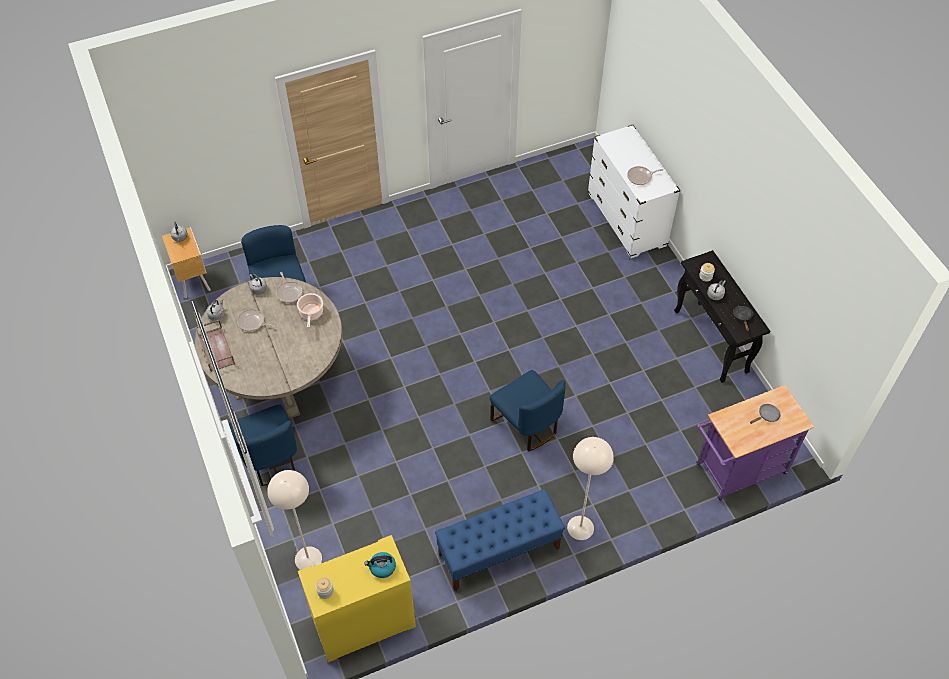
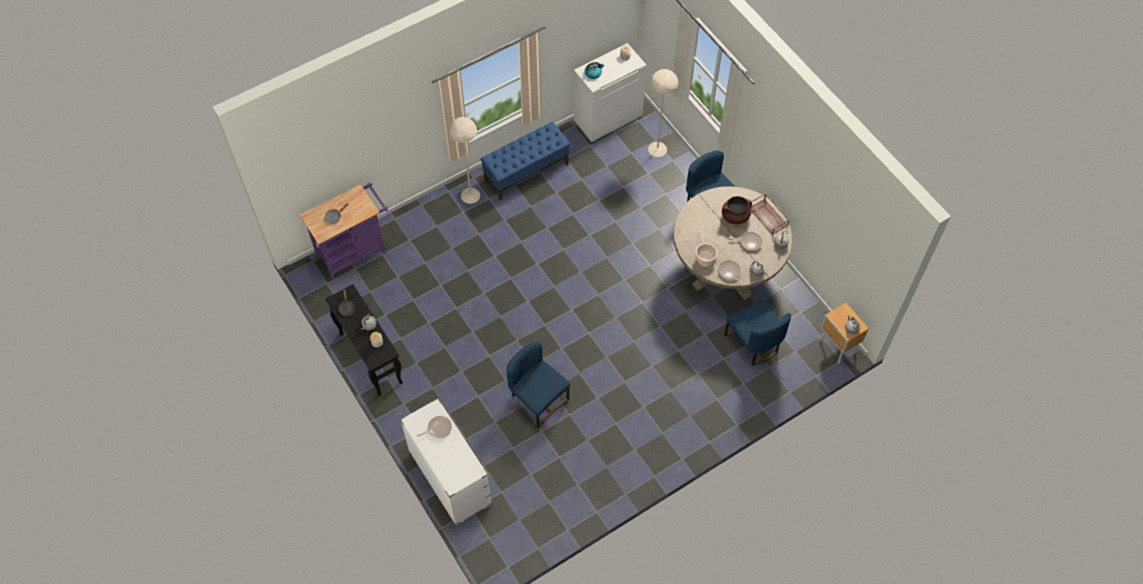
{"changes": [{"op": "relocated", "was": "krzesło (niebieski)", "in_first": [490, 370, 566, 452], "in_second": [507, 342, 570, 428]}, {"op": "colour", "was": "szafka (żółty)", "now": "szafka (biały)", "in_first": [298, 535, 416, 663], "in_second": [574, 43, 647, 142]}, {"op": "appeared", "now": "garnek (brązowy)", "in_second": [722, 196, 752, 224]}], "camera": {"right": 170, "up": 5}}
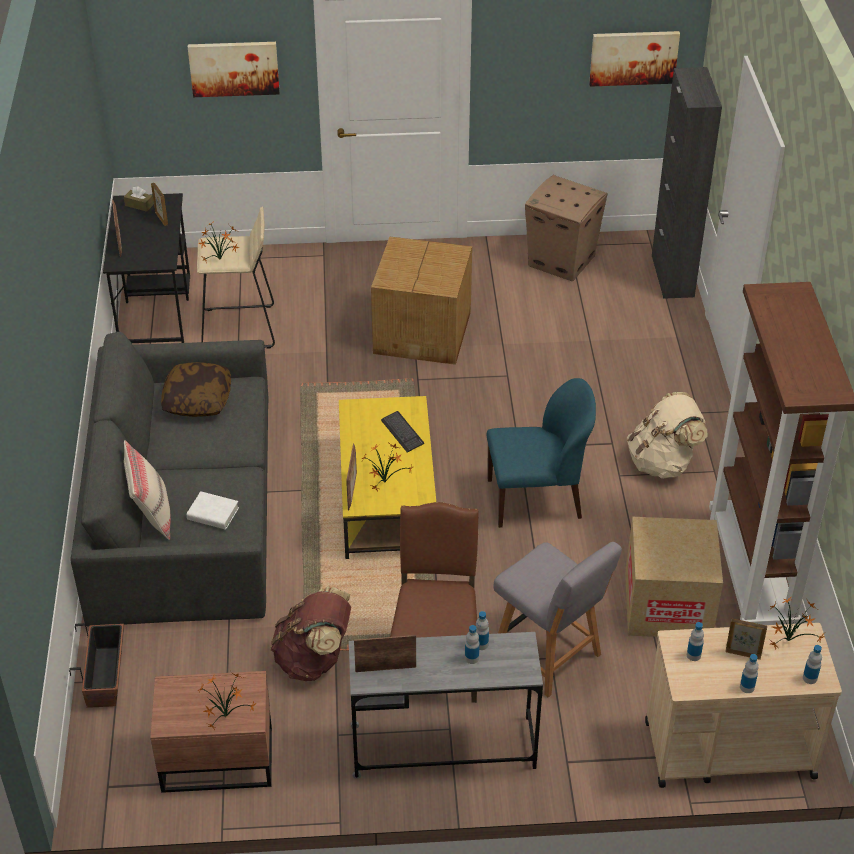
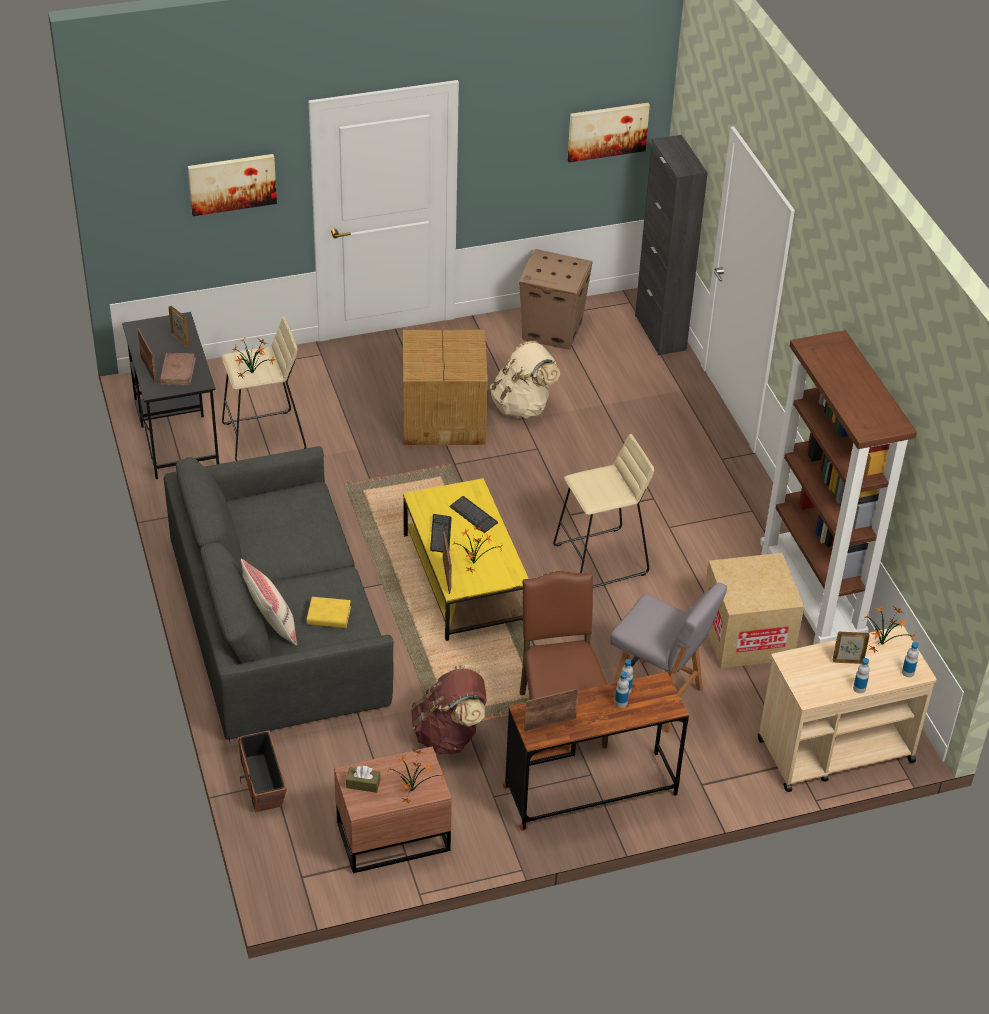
{"changes": [{"op": "relocated", "was": "pudełko chusteczek (brązowy)", "in_first": [124, 186, 154, 212], "in_second": [346, 766, 380, 793]}, {"op": "missing", "was": "poduszka", "in_first": [161, 362, 231, 417]}, {"op": "exchanged", "was": "krzesło (niebieski)", "now": "stołek (beżowy)", "in_first": [486, 378, 596, 528], "in_second": [553, 434, 654, 588]}, {"op": "relocated", "was": "plecak (beżowy)", "in_first": [627, 392, 708, 479], "in_second": [490, 341, 560, 418]}, {"op": "colour", "was": "książka (biały)", "now": "książka (żółty)", "in_first": [187, 491, 239, 529], "in_second": [307, 597, 351, 628]}, {"op": "missing", "was": "butelka", "in_first": [687, 622, 704, 661]}, {"op": "colour", "was": "biurko (szary)", "now": "biurko (brązowy)", "in_first": [349, 632, 543, 779], "in_second": [503, 672, 689, 831]}, {"op": "appeared", "now": "książka (brązowy)", "in_second": [159, 353, 196, 386]}, {"op": "appeared", "now": "klawiatura", "in_second": [430, 514, 452, 552]}], "camera": {"right": -15, "up": 0}}
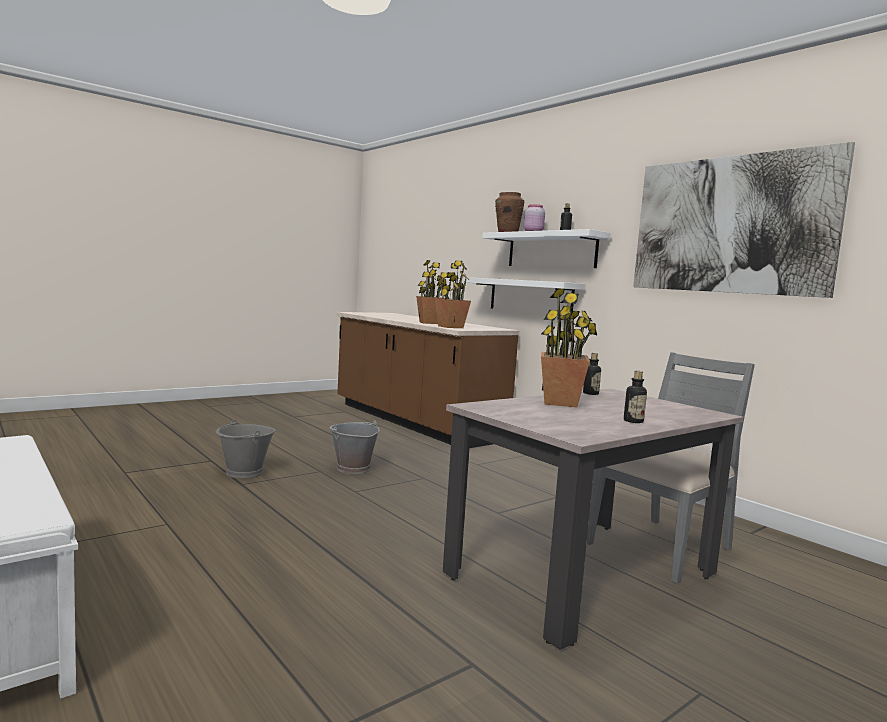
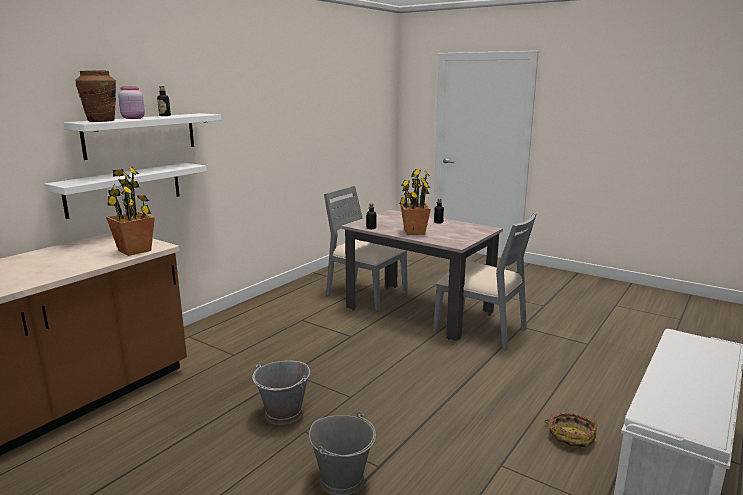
{"changes": [{"op": "missing", "was": "obraz", "in_first": [633, 142, 855, 298]}, {"op": "missing", "was": "roślina doniczkowa", "in_first": [416, 260, 447, 324]}, {"op": "appeared", "now": "krzesło (szary)", "in_second": [433, 212, 537, 350]}, {"op": "appeared", "now": "koszyk", "in_second": [544, 413, 597, 449]}], "camera": {"right": -105, "up": 10}}
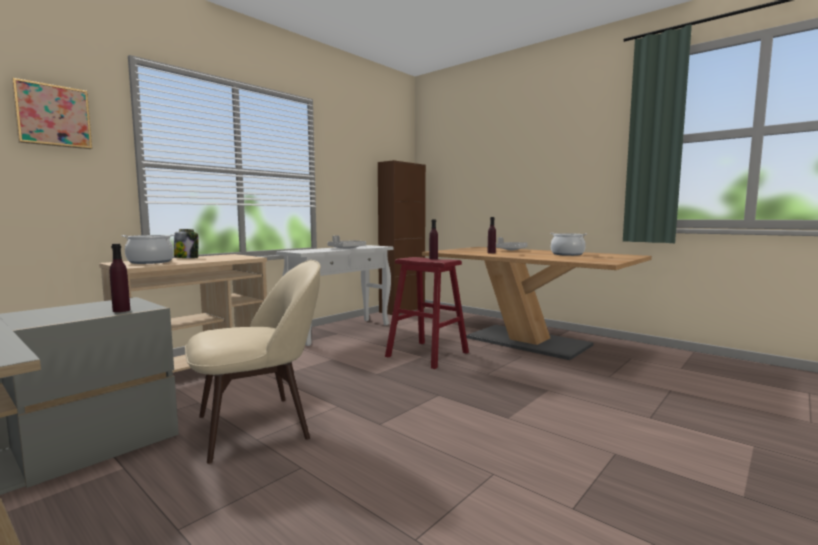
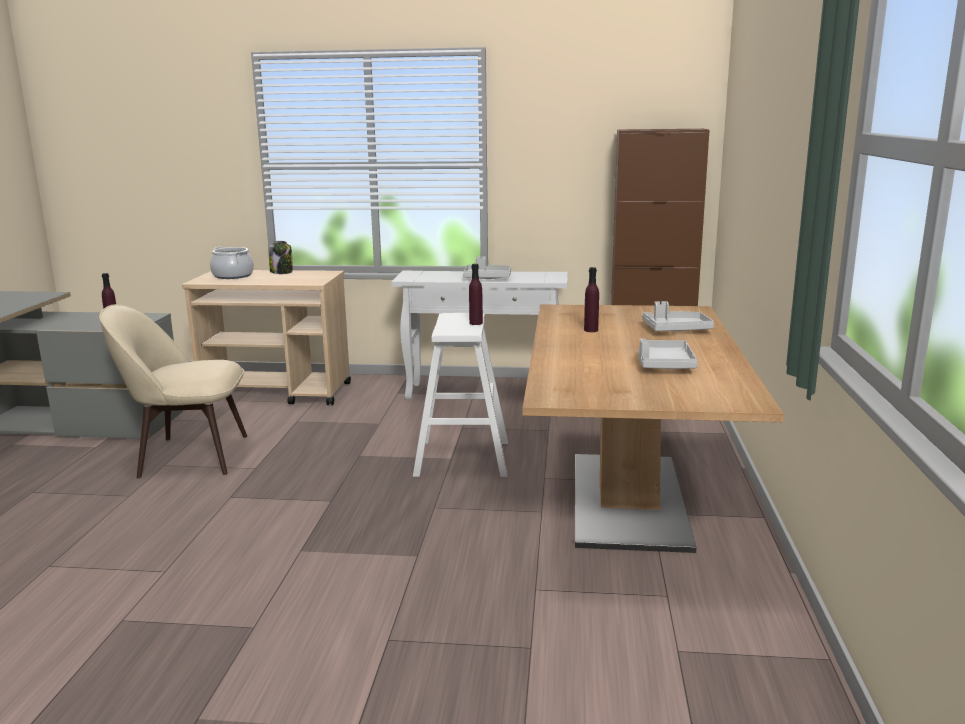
{"changes": [{"op": "missing", "was": "obraz", "in_first": [11, 78, 92, 149]}, {"op": "exchanged", "was": "garnek", "now": "taca (szary)", "in_first": [550, 233, 587, 256], "in_second": [638, 338, 698, 369]}, {"op": "colour", "was": "stołek (czerwony)", "now": "stołek (biały)", "in_first": [385, 257, 469, 369], "in_second": [413, 313, 508, 477]}, {"op": "spun", "was": "krzesło (beżowy)", "in_first": [185, 260, 321, 464], "in_second": [99, 304, 248, 478], "clockwise": 150}], "camera": {"right": 55, "up": 10}}
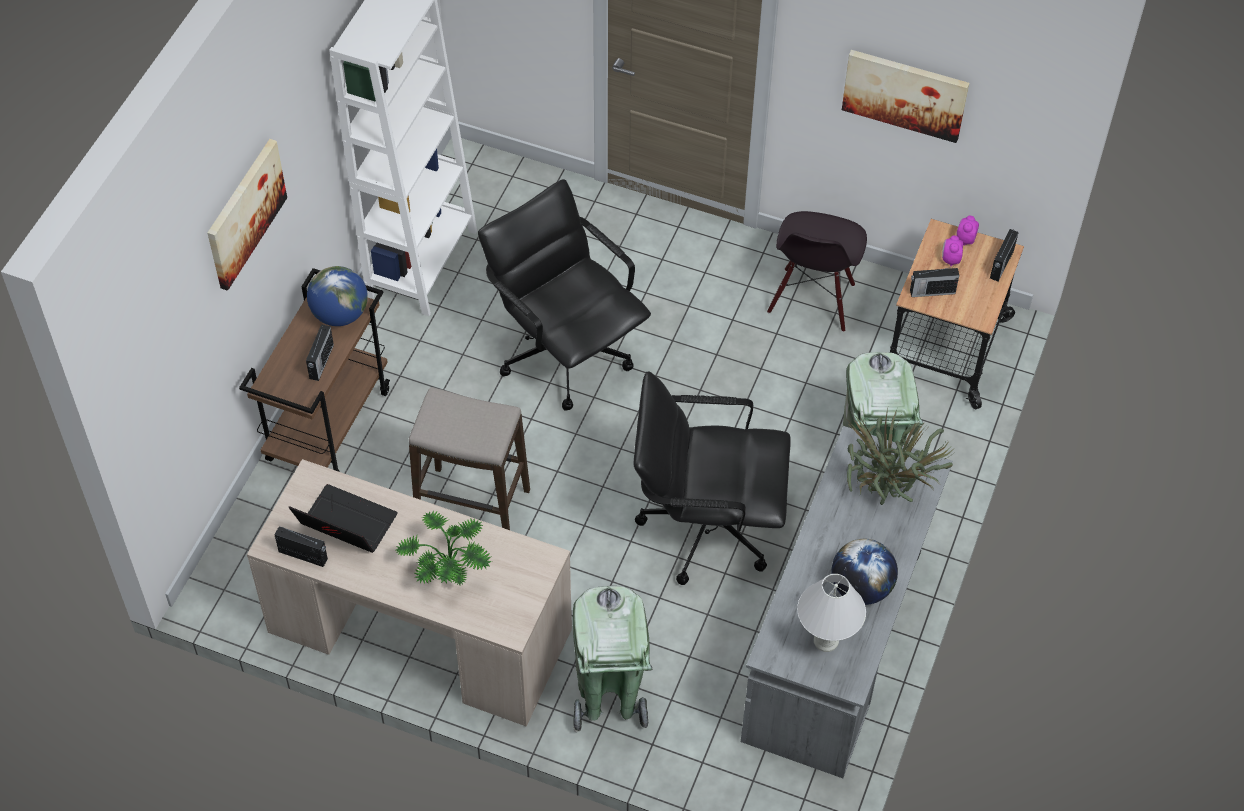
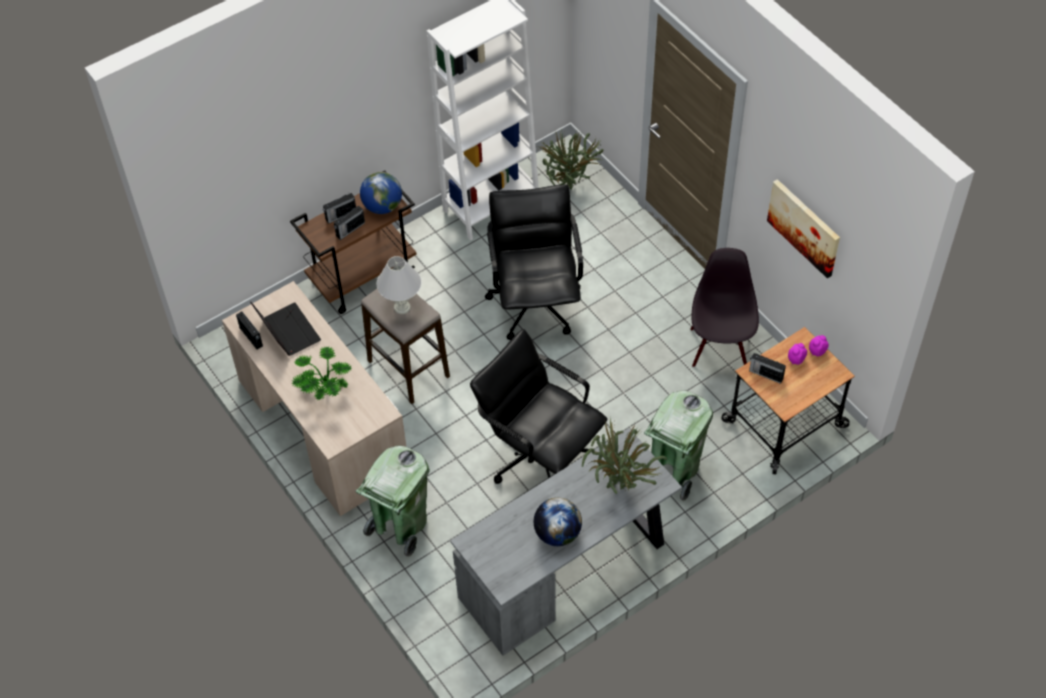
{"changes": [{"op": "missing", "was": "obraz", "in_first": [207, 139, 287, 291]}, {"op": "spun", "was": "krzesło (czarny)", "in_first": [767, 211, 867, 332], "in_second": [690, 248, 759, 367], "clockwise": 135}, {"op": "relocated", "was": "radio", "in_first": [990, 229, 1019, 282], "in_second": [323, 193, 356, 224]}, {"op": "relocated", "was": "lampa stołowa (biały)", "in_first": [797, 574, 866, 652], "in_second": [376, 256, 422, 314]}, {"op": "appeared", "now": "roślina doniczkowa", "in_second": [537, 129, 603, 190]}], "camera": {"right": 35, "up": 0}}
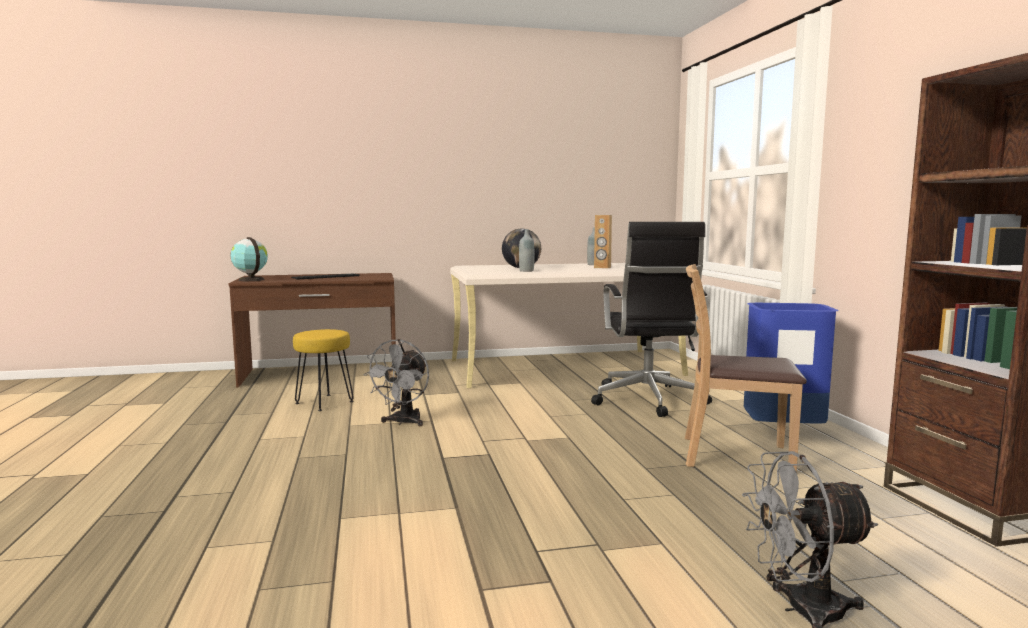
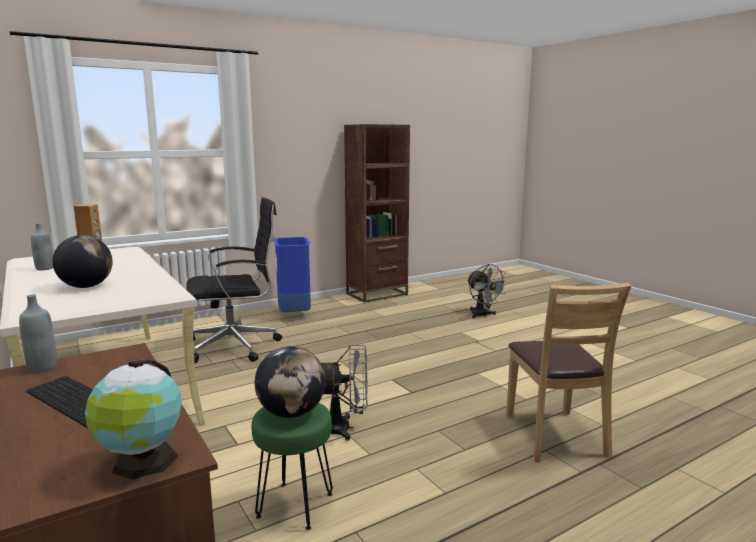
{"changes": [{"op": "relocated", "was": "butelka (szary)", "in_first": [519, 229, 534, 272], "in_second": [19, 294, 57, 373]}, {"op": "relocated", "was": "krzesło (brązowy)", "in_first": [685, 264, 807, 472], "in_second": [506, 283, 632, 462]}, {"op": "colour", "was": "stołek (żółty)", "now": "stołek (zielony)", "in_first": [293, 329, 354, 411], "in_second": [252, 403, 333, 530]}, {"op": "appeared", "now": "globus", "in_second": [255, 346, 326, 418]}], "camera": {"right": -110, "up": 5}}
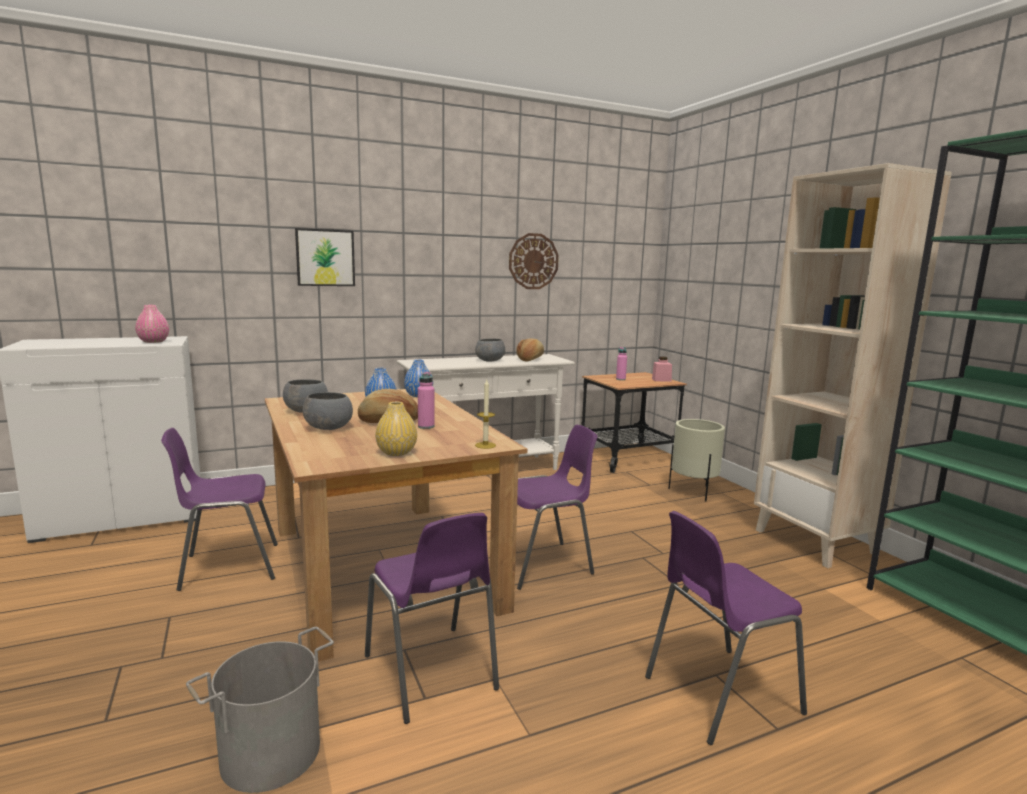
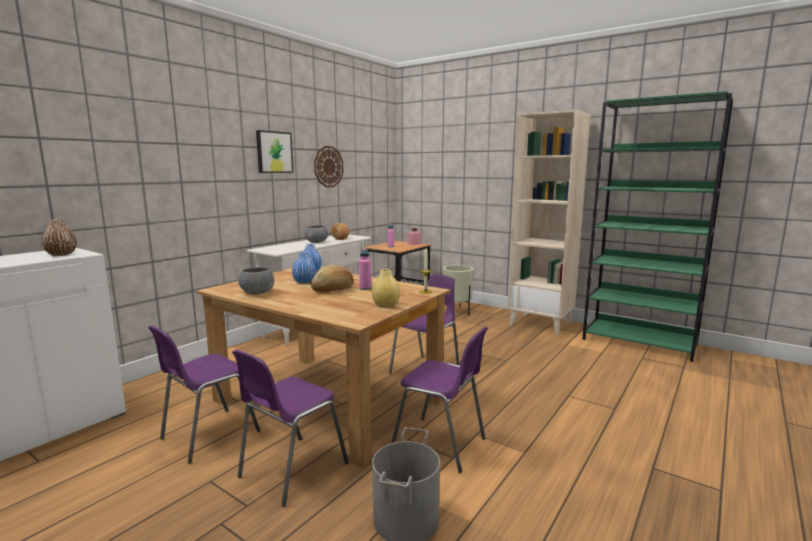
{"changes": [{"op": "relocated", "was": "obraz", "in_first": [295, 228, 355, 286], "in_second": [256, 130, 293, 173]}, {"op": "colour", "was": "wazon (różowy)", "now": "wazon (brązowy)", "in_first": [135, 305, 169, 343], "in_second": [42, 219, 77, 256]}, {"op": "missing", "was": "miska (szary)", "in_first": [303, 392, 353, 430]}, {"op": "relocated", "was": "krzesło (fioletowy)", "in_first": [645, 511, 807, 745], "in_second": [232, 350, 349, 507]}], "camera": {"right": -30, "up": 0}}
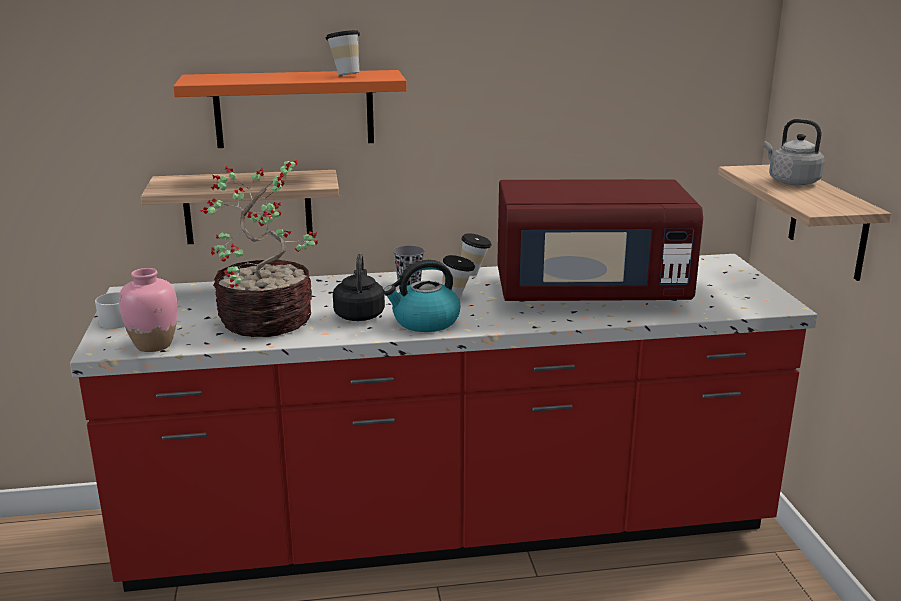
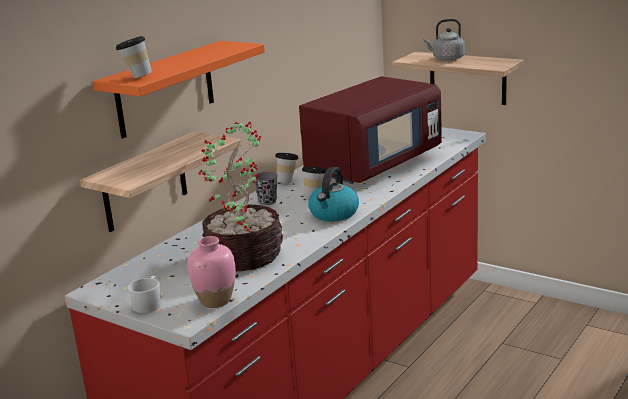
{"changes": [{"op": "relocated", "was": "filiżanka", "in_first": [326, 30, 360, 75], "in_second": [116, 36, 152, 78]}, {"op": "missing", "was": "czajnik (czarny)", "in_first": [333, 253, 385, 321]}], "camera": {"right": -45, "up": 0}}
